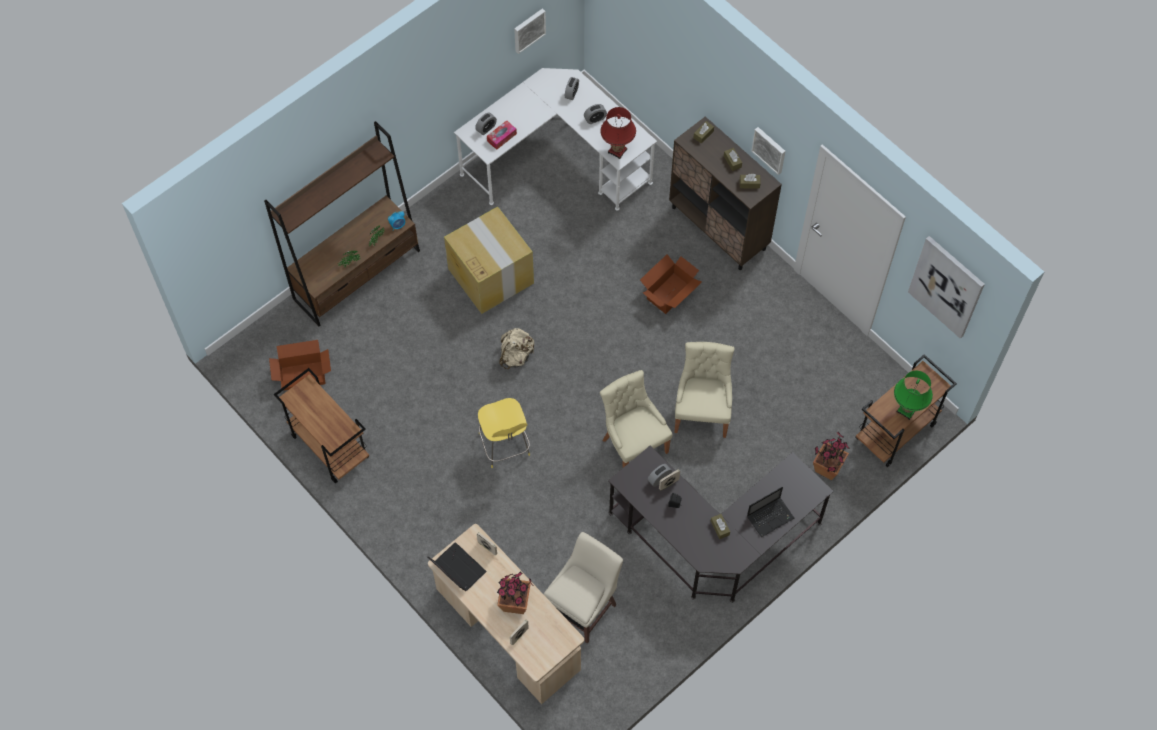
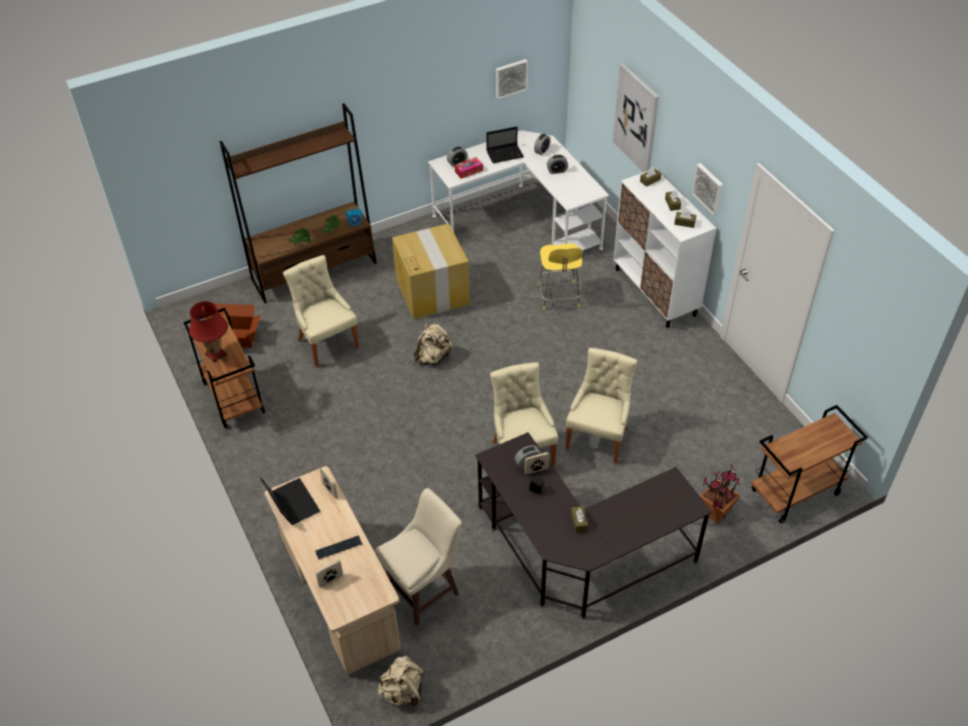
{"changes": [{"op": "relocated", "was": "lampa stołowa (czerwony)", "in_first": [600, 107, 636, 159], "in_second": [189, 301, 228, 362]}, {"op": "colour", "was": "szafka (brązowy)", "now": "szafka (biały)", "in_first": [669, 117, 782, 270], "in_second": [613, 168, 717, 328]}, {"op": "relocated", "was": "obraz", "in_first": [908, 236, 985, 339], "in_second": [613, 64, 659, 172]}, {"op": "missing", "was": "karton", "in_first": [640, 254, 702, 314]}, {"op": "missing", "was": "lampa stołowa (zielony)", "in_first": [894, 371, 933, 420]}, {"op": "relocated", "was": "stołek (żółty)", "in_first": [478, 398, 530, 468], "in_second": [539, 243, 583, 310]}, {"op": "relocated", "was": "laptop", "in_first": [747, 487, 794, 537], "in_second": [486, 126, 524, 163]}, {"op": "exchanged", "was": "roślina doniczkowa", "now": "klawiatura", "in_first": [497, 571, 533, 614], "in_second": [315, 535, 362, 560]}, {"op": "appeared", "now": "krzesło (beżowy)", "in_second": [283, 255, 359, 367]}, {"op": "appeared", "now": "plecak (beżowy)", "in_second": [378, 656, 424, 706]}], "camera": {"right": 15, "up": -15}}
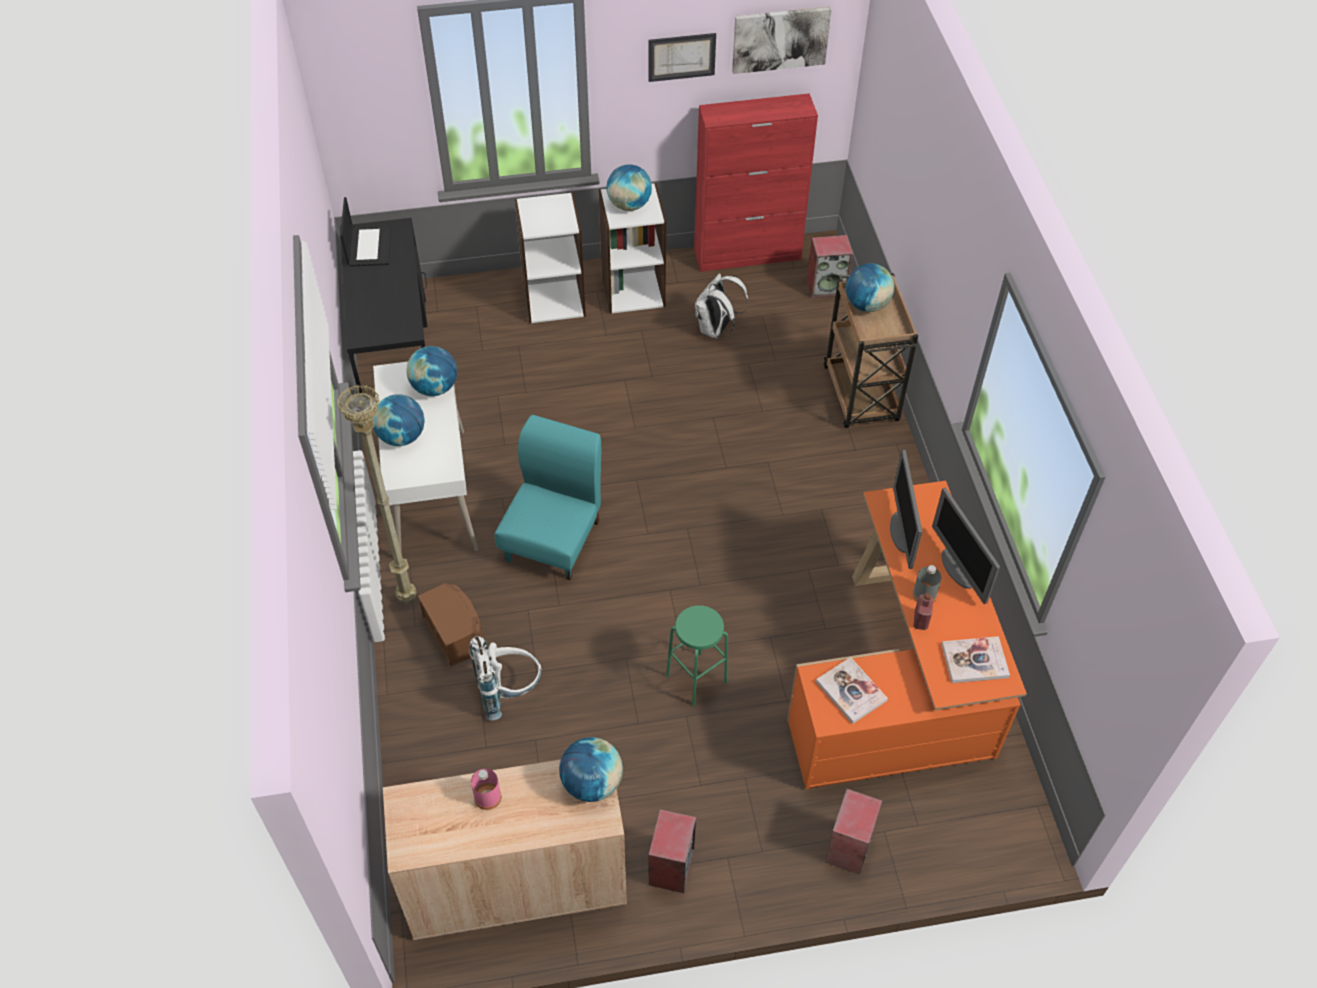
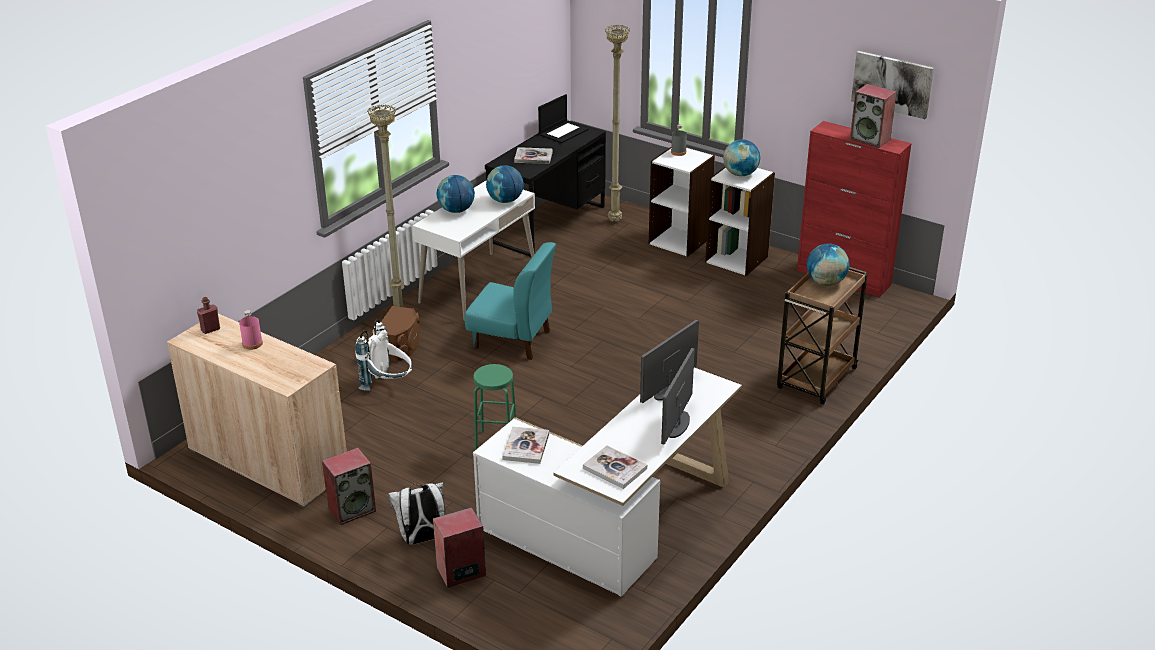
{"changes": [{"op": "missing", "was": "obraz", "in_first": [648, 33, 716, 82]}, {"op": "relocated", "was": "głośnik", "in_first": [807, 235, 853, 298], "in_second": [850, 84, 897, 148]}, {"op": "relocated", "was": "plecak (biały)", "in_first": [695, 273, 749, 338], "in_second": [388, 482, 445, 545]}, {"op": "spun", "was": "krzesło (turkusowy)", "in_first": [495, 415, 601, 580], "in_second": [465, 242, 556, 360], "clockwise": 45}, {"op": "colour", "was": "biurko (pomarańczowy)", "now": "biurko (biały)", "in_first": [787, 481, 1027, 789], "in_second": [473, 367, 742, 597]}, {"op": "relocated", "was": "butelka (szary)", "in_first": [912, 565, 942, 602], "in_second": [671, 124, 687, 156]}, {"op": "relocated", "was": "butelka (czerwony)", "in_first": [913, 593, 933, 630], "in_second": [197, 297, 220, 334]}, {"op": "missing", "was": "globus", "in_first": [559, 737, 623, 802]}, {"op": "appeared", "now": "lampa stojąca (beżowy)", "in_second": [605, 25, 630, 222]}, {"op": "appeared", "now": "książka", "in_second": [514, 147, 553, 164]}], "camera": {"right": 45, "up": -20}}
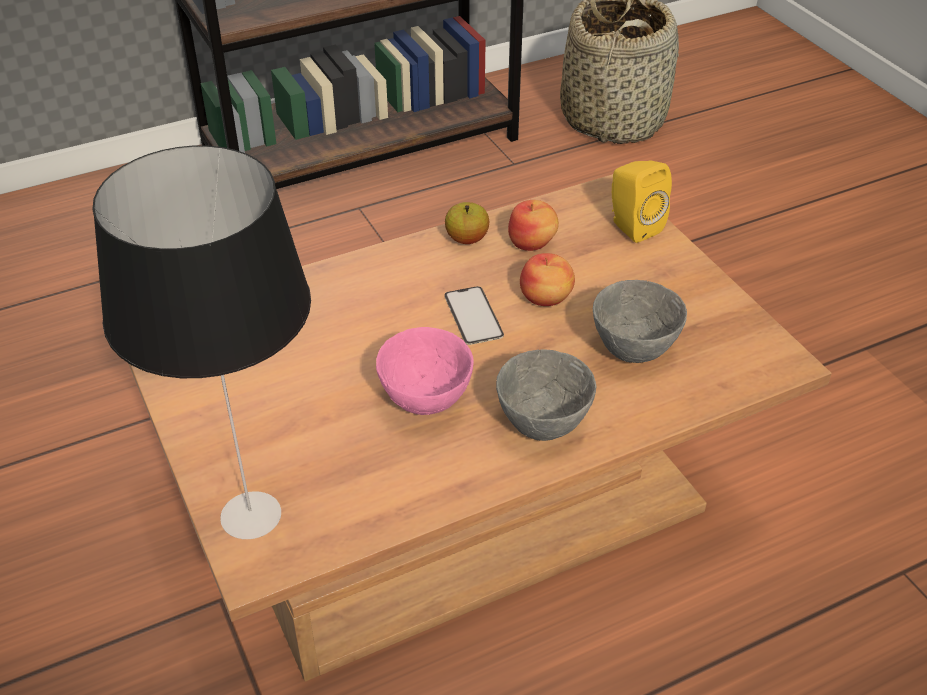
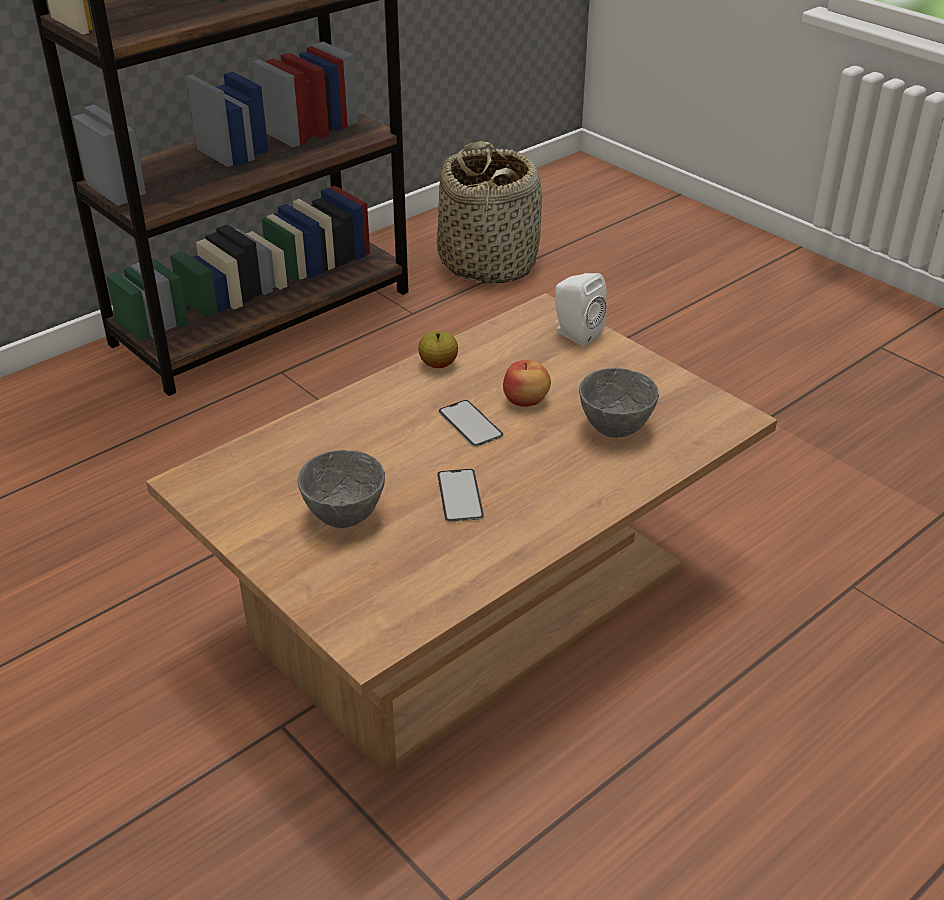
{"changes": [{"op": "missing", "was": "lampa stołowa", "in_first": [92, 145, 311, 539]}, {"op": "colour", "was": "głośnik (żółty)", "now": "głośnik (biały)", "in_first": [612, 161, 672, 243], "in_second": [554, 273, 607, 346]}, {"op": "missing", "was": "jabłko", "in_first": [508, 200, 559, 251]}, {"op": "exchanged", "was": "miska (różowy)", "now": "telefon", "in_first": [376, 327, 474, 415], "in_second": [437, 469, 484, 522]}, {"op": "relocated", "was": "miska (szary)", "in_first": [496, 349, 597, 441], "in_second": [297, 450, 385, 528]}], "camera": {"right": -15, "up": -5}}
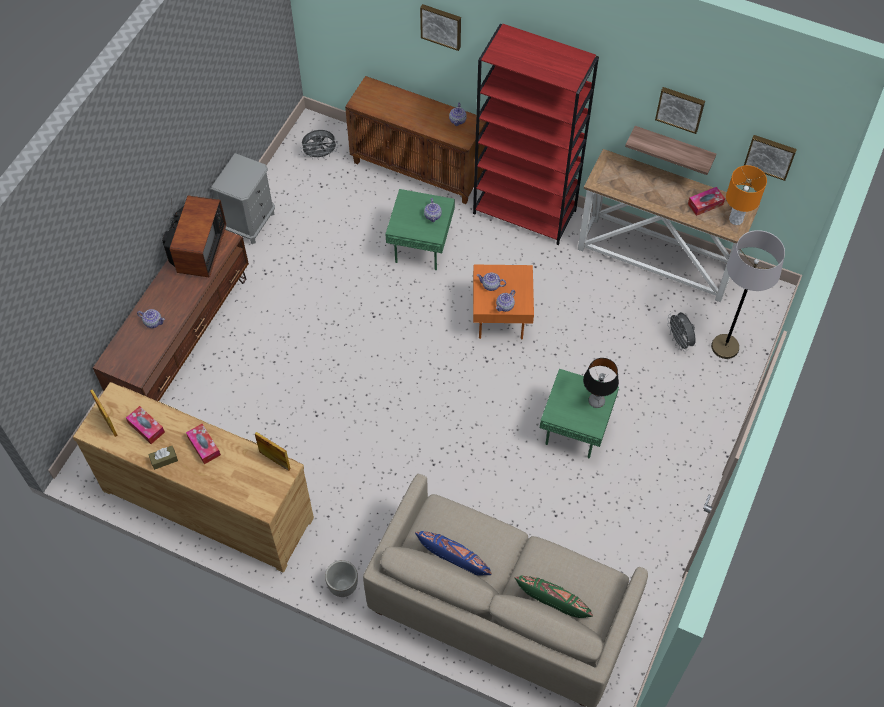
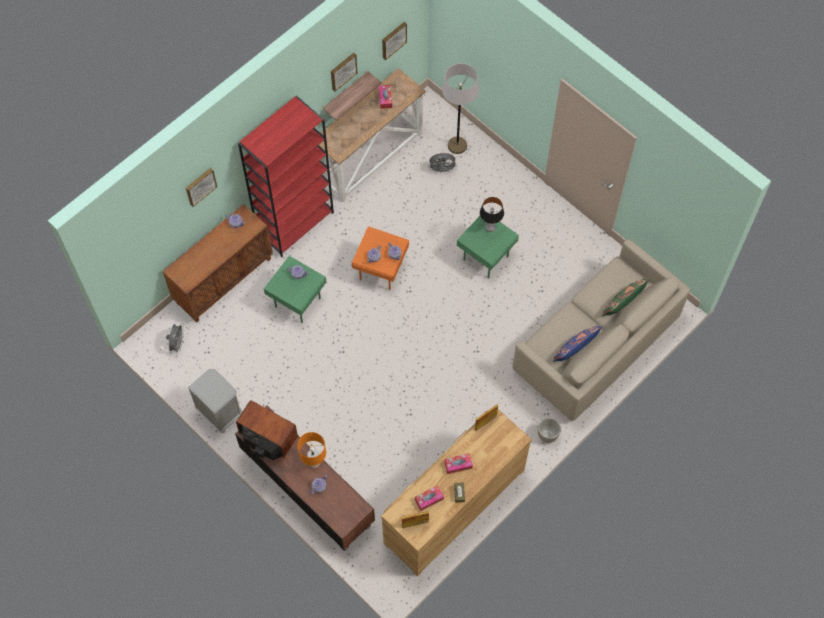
{"changes": [{"op": "relocated", "was": "lampa stołowa (pomarańczowy)", "in_first": [726, 165, 767, 225], "in_second": [298, 432, 326, 468]}], "camera": {"right": -70, "up": 5}}
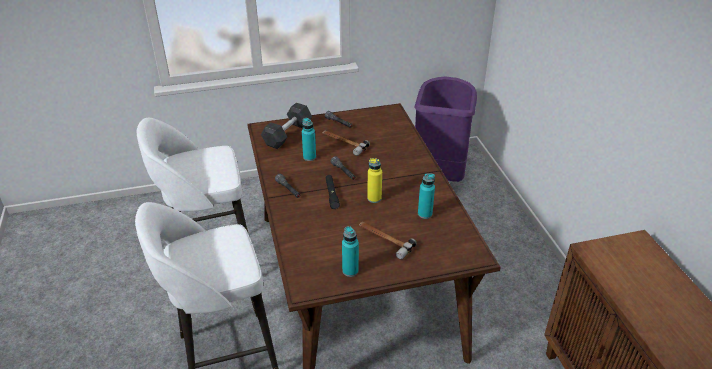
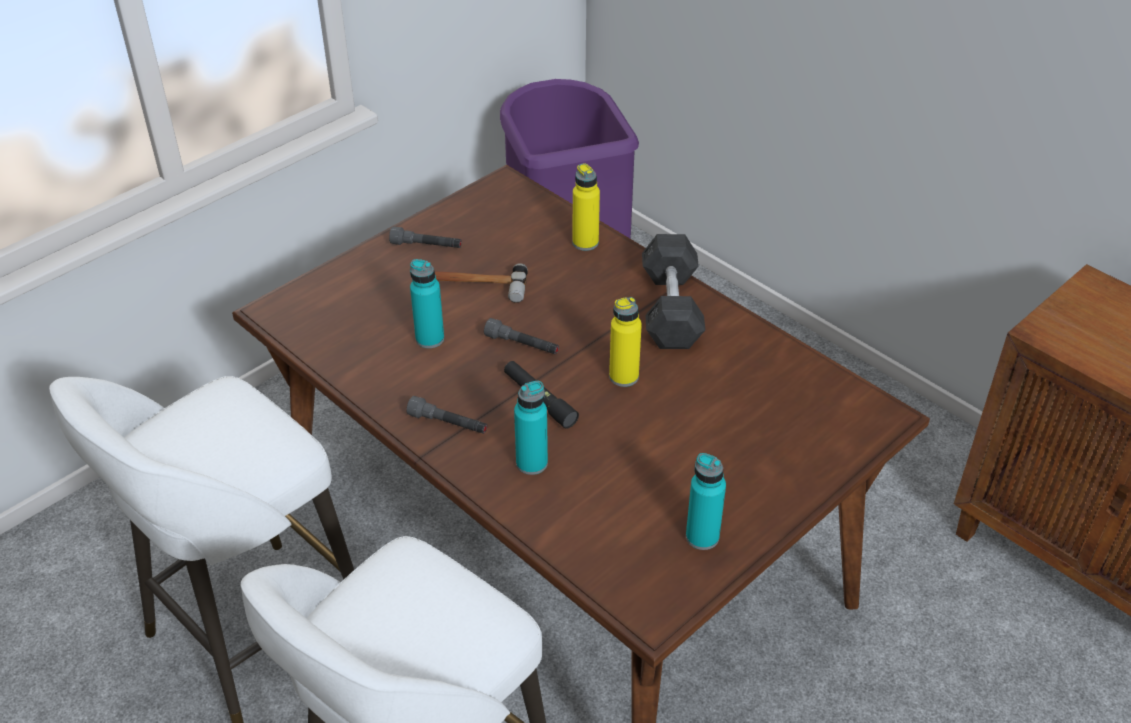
{"changes": [{"op": "relocated", "was": "hantel (szary)", "in_first": [261, 103, 312, 149], "in_second": [642, 234, 705, 349]}, {"op": "relocated", "was": "butelka (turkusowy)", "in_first": [418, 173, 435, 219], "in_second": [514, 381, 548, 475]}, {"op": "missing", "was": "młotek", "in_first": [359, 222, 417, 259]}, {"op": "appeared", "now": "butelka (żółty)", "in_second": [572, 163, 600, 251]}], "camera": {"right": -30, "up": 5}}
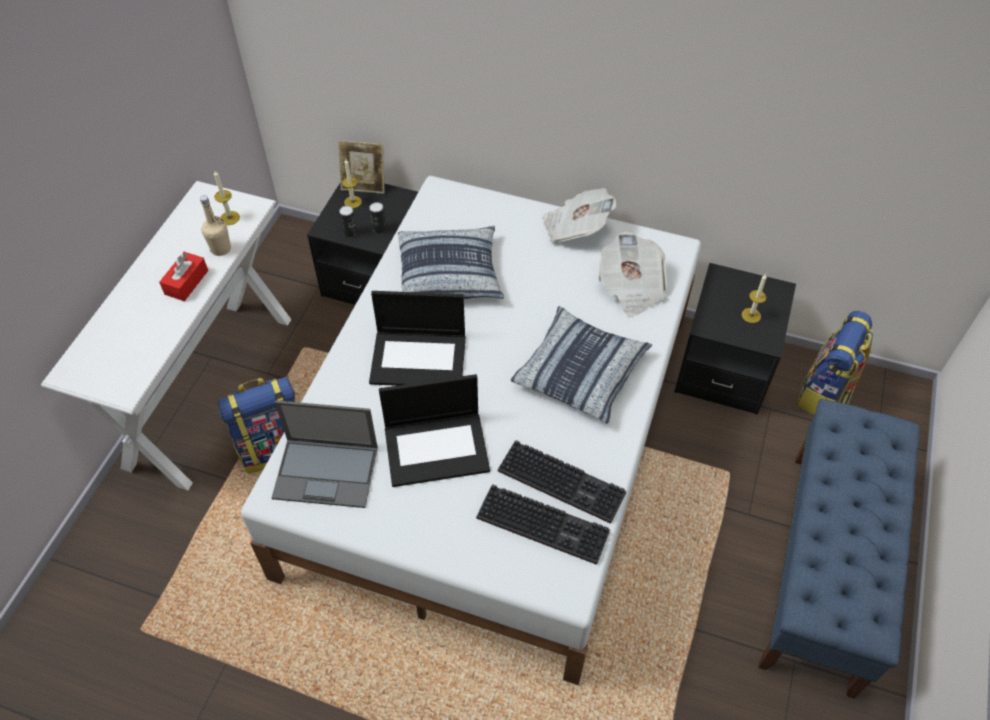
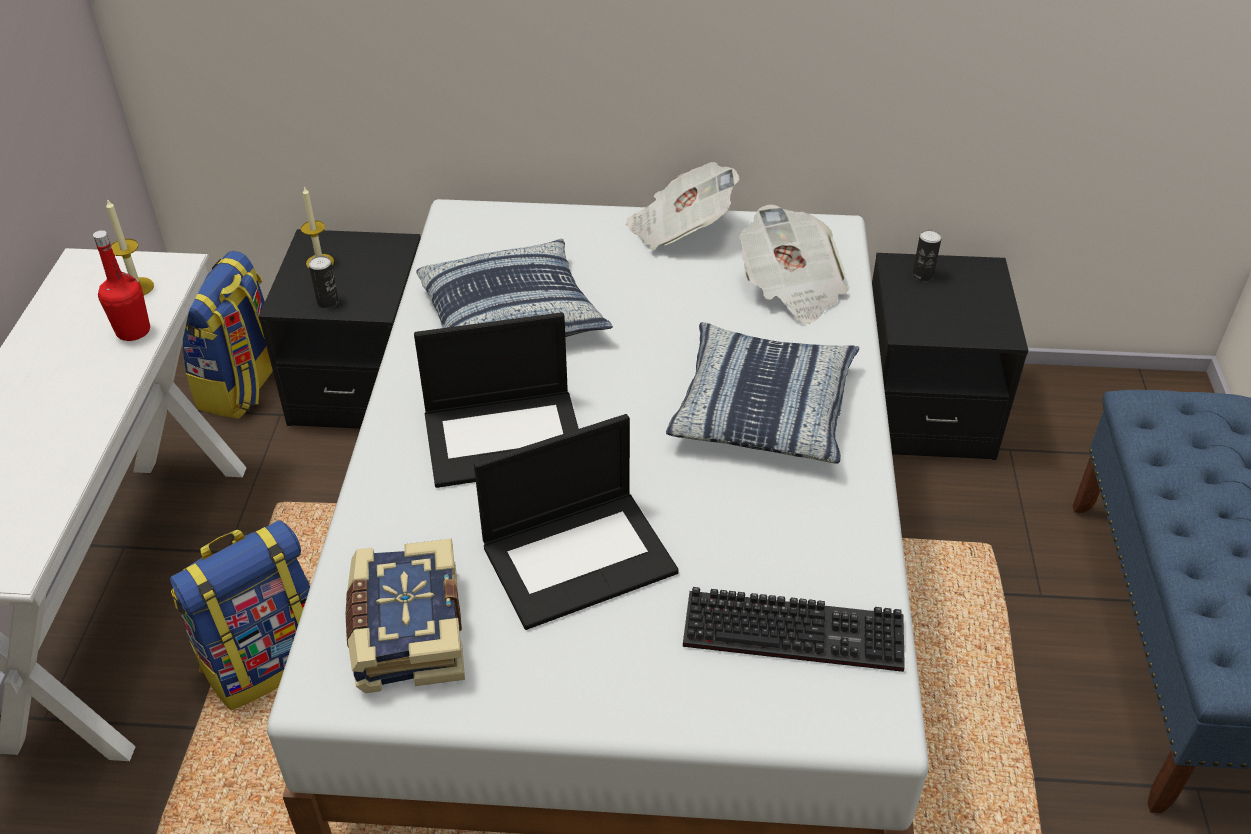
{"changes": [{"op": "missing", "was": "ramka na zdjęcie", "in_first": [338, 140, 385, 194]}, {"op": "colour", "was": "butelka (beżowy)", "now": "butelka (czerwony)", "in_first": [200, 195, 231, 256], "in_second": [93, 230, 150, 341]}, {"op": "relocated", "was": "puszka", "in_first": [369, 202, 386, 234], "in_second": [912, 229, 942, 281]}, {"op": "missing", "was": "pudełko chusteczek (czerwony)", "in_first": [159, 252, 208, 301]}, {"op": "missing", "was": "świeca", "in_first": [742, 274, 767, 323]}, {"op": "relocated", "was": "plecak", "in_first": [797, 311, 873, 415], "in_second": [183, 251, 273, 419]}, {"op": "exchanged", "was": "laptop", "now": "książka", "in_first": [272, 400, 378, 508], "in_second": [345, 539, 465, 693]}, {"op": "missing", "was": "klawiatura", "in_first": [498, 440, 626, 524]}], "camera": {"right": -15, "up": -10}}
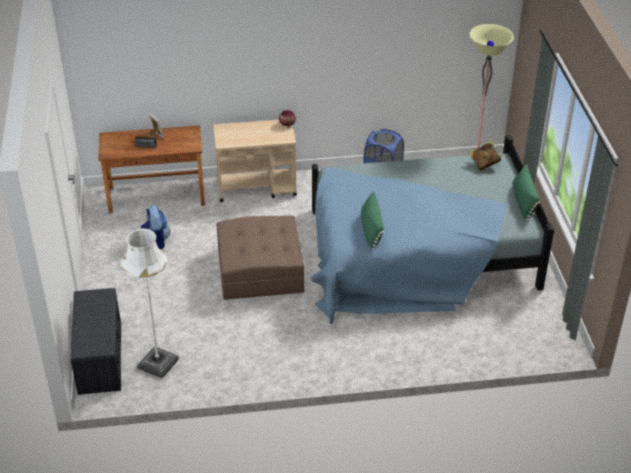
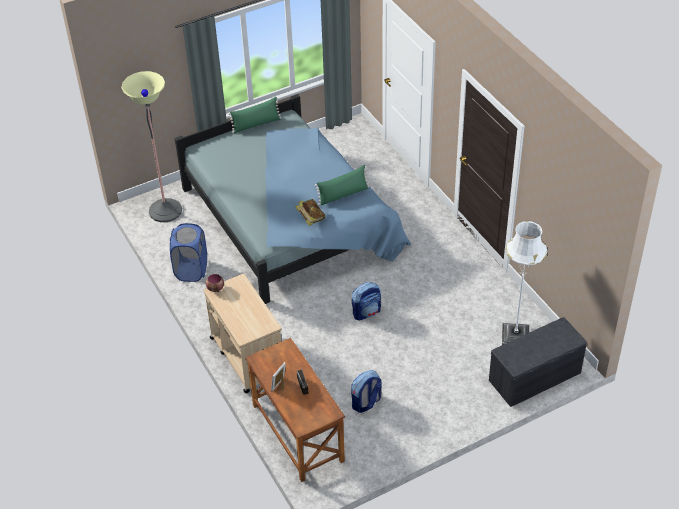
{"changes": [{"op": "relocated", "was": "książka", "in_first": [469, 140, 502, 171], "in_second": [295, 199, 326, 226]}, {"op": "exchanged", "was": "pufa (brązowy)", "now": "plecak", "in_first": [216, 216, 304, 300], "in_second": [352, 282, 381, 321]}], "camera": {"right": -110, "up": 5}}
